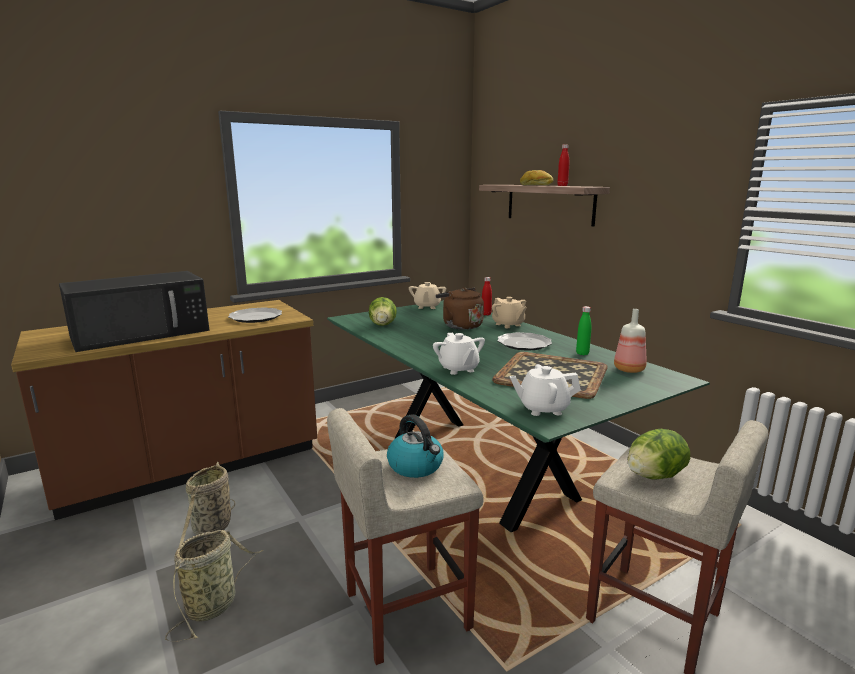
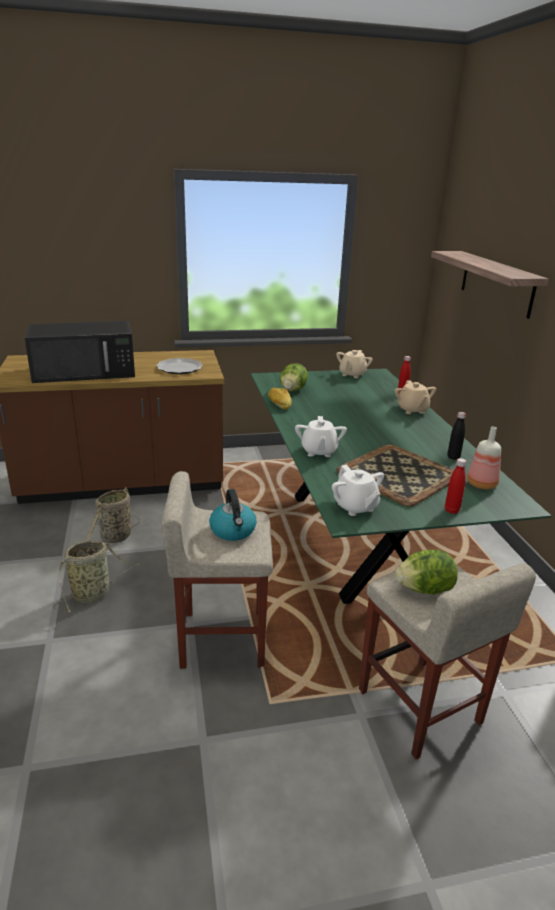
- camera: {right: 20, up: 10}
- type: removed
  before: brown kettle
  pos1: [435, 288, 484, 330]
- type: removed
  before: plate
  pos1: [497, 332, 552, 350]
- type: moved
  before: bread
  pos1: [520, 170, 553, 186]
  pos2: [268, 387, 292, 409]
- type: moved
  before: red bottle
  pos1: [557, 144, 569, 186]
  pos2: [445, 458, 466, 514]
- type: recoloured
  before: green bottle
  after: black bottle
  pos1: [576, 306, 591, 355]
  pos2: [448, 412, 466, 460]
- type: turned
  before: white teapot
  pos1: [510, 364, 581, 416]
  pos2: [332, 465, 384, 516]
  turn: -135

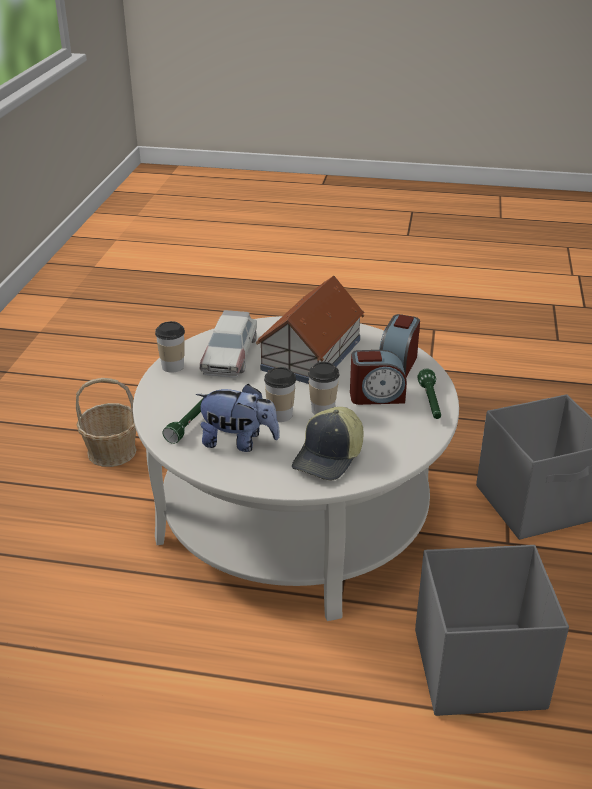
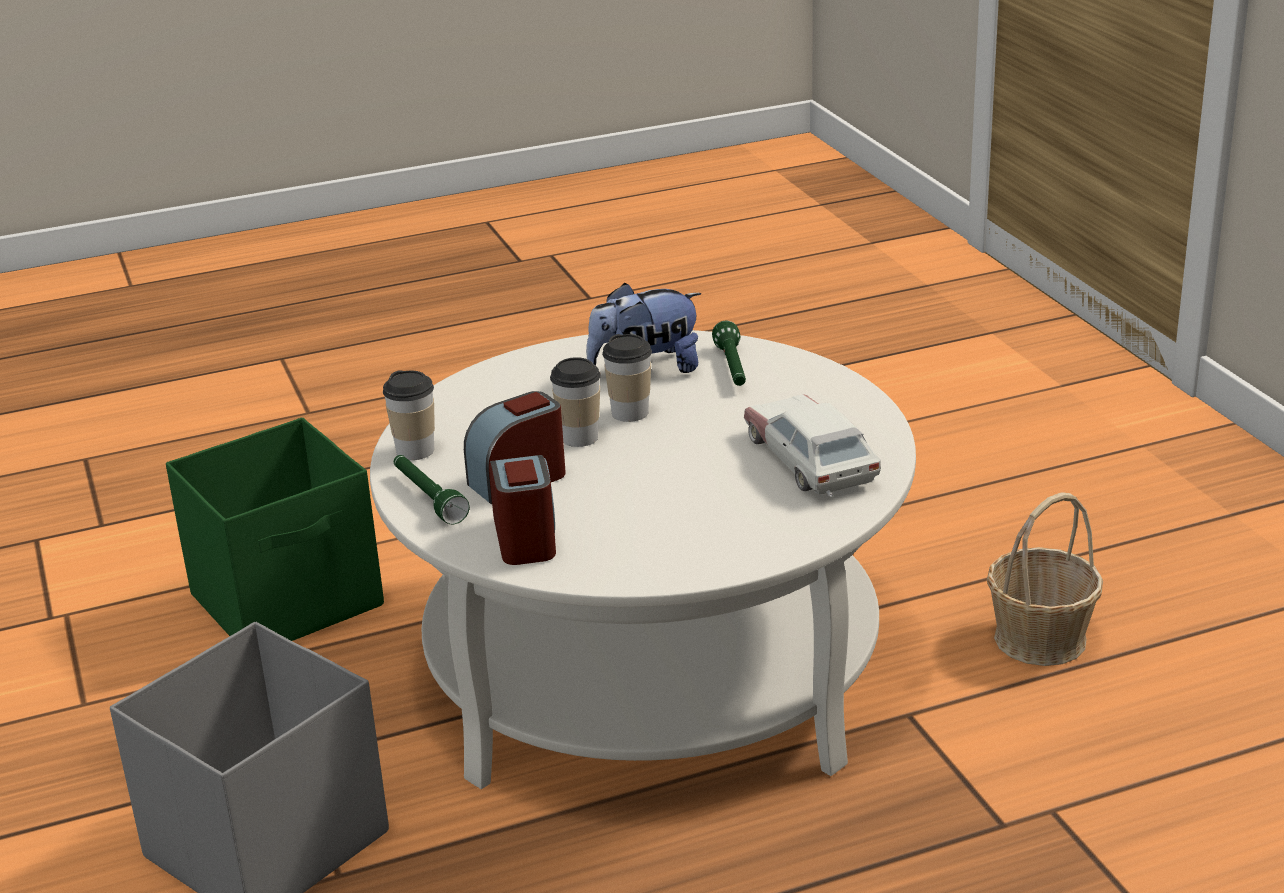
- camera: {right: 150, up: -5}
- type: removed
  before: toy house
  pos1: [256, 276, 364, 384]
- type: removed
  before: cap
  pos1: [292, 407, 363, 481]
- type: moved
  before: cup
  pos1: [155, 321, 185, 373]
  pos2: [383, 370, 435, 460]
- type: recoloured
  before: grey storage box
  after: green storage box
  pos1: [415, 545, 569, 716]
  pos2: [166, 417, 384, 641]

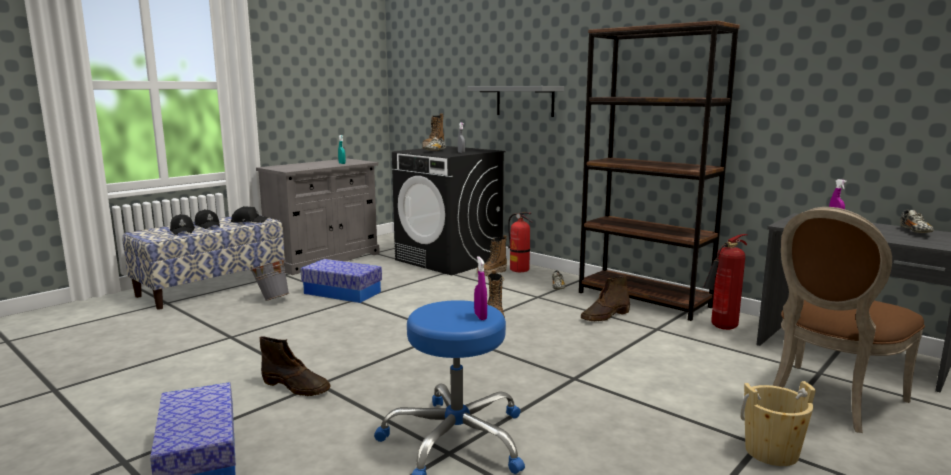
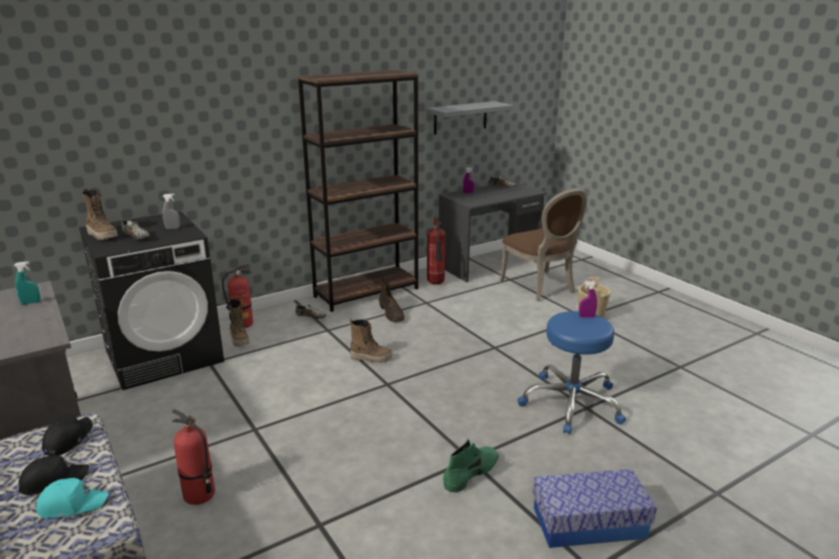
- camera: {right: -75, up: 10}
- type: removed
  before: storage box
  pos1: [300, 259, 382, 303]
- type: moved
  before: grey shelf
  pos1: [467, 86, 564, 117]
  pos2: [426, 101, 514, 135]
- type: replaced
  before: grey bucket
  after: fire extinguisher
  pos1: [250, 259, 289, 301]
  pos2: [172, 409, 215, 505]
- type: recoloured
  before: black cap
  after: turquoise cap
  pos1: [170, 214, 195, 235]
  pos2: [36, 478, 109, 518]
- type: recoloured
  before: brown boot
  after: green boot
  pos1: [260, 336, 330, 396]
  pos2: [443, 439, 499, 492]

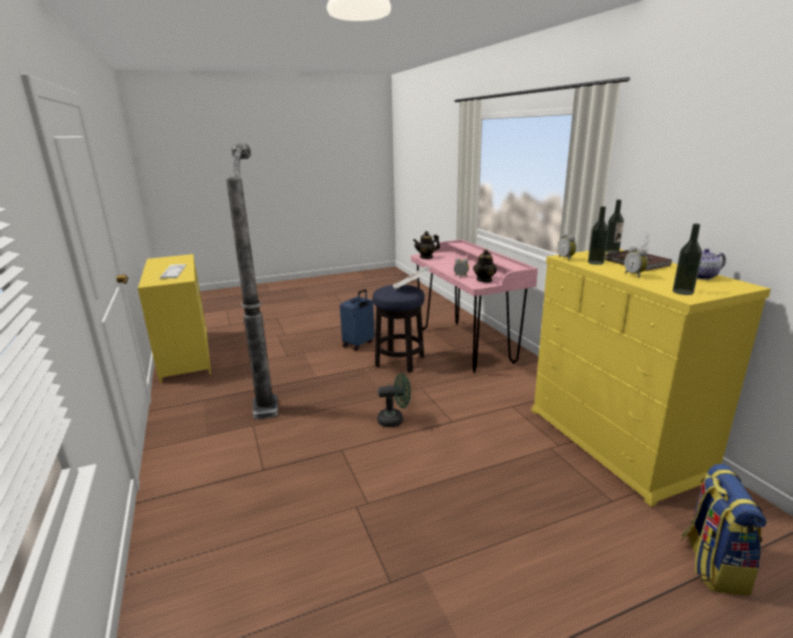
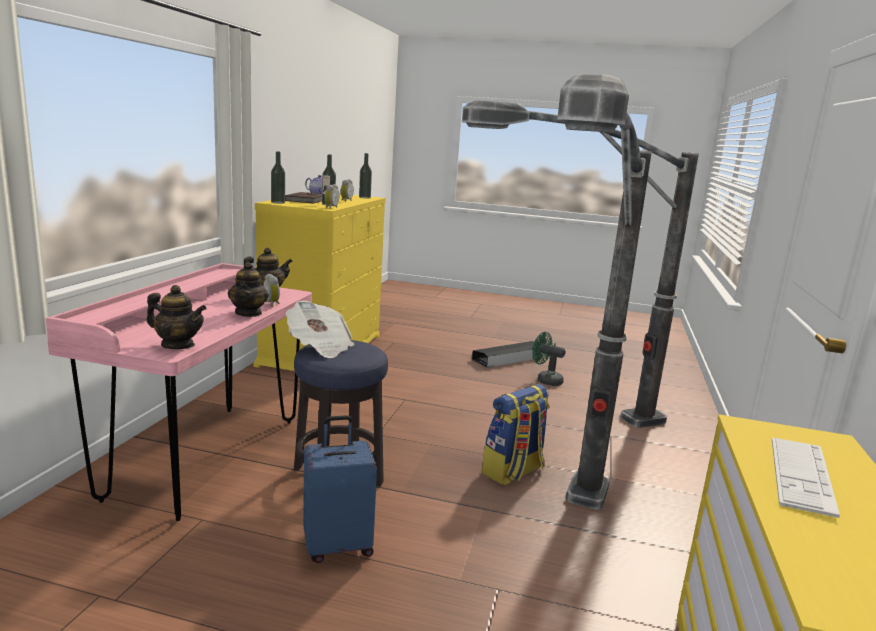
- camera: {right: -145, up: -5}
- type: added
  after: teapot
  pos2: [228, 262, 269, 317]
- type: added
  after: floor lamp
  pos2: [462, 100, 699, 428]
- type: added
  after: black storage box
  pos2: [472, 341, 544, 368]
- type: moved
  before: green fan
  pos1: [377, 373, 411, 427]
  pos2: [532, 332, 566, 386]
- type: moved
  before: backpack
  pos1: [680, 464, 767, 596]
  pos2: [482, 384, 550, 485]

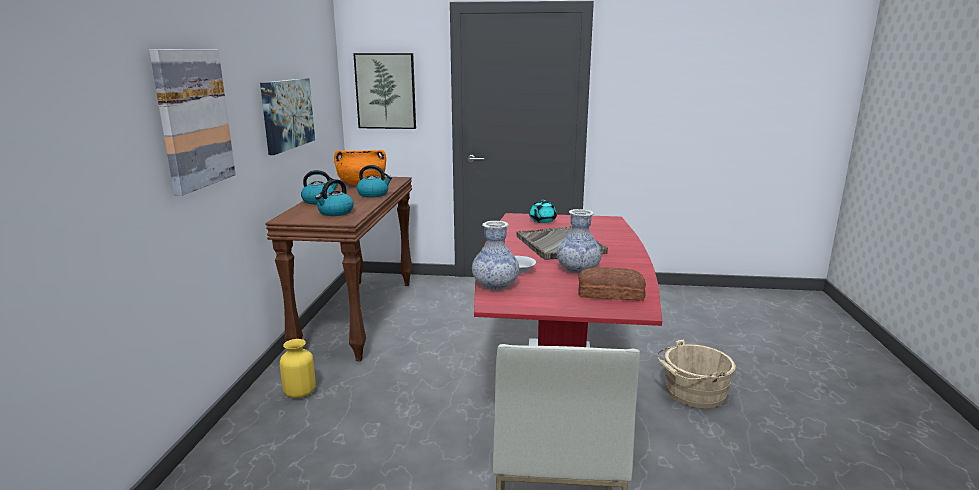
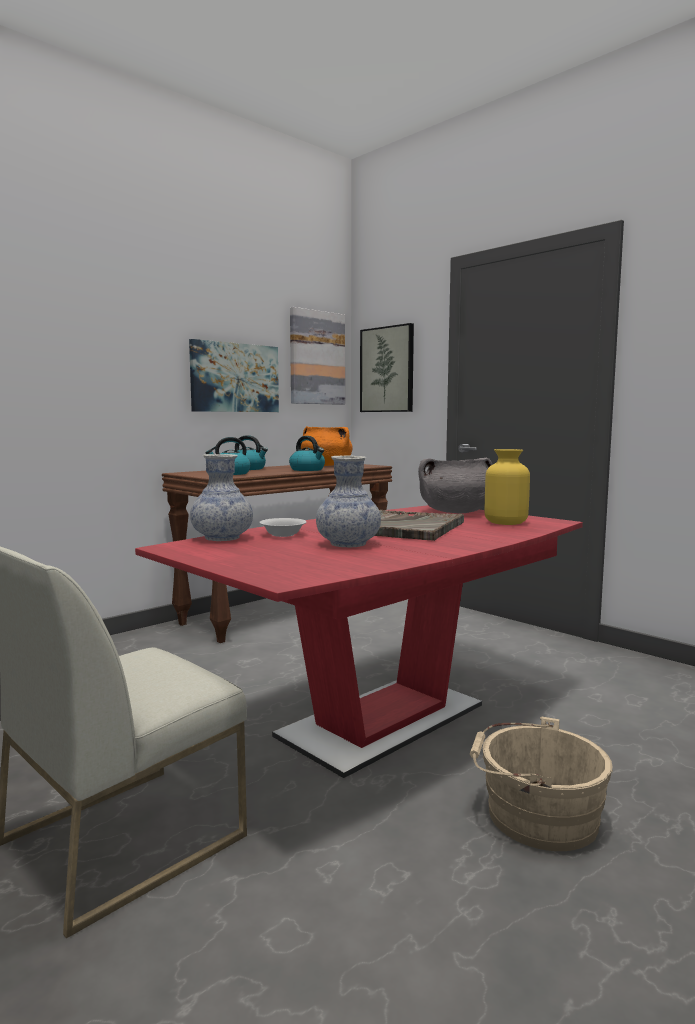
- camera: {right: 40, up: -10}
- type: removed
  before: bread
  pos1: [578, 267, 646, 301]
- type: moved
  before: picture
  pos1: [149, 49, 236, 196]
  pos2: [290, 307, 345, 405]
- type: moved
  before: yellow vase
  pos1: [280, 339, 316, 398]
  pos2: [485, 449, 530, 525]
- type: replaced
  before: turquoise teapot
  after: grey cooking pot
  pos1: [529, 200, 557, 223]
  pos2: [418, 458, 492, 513]

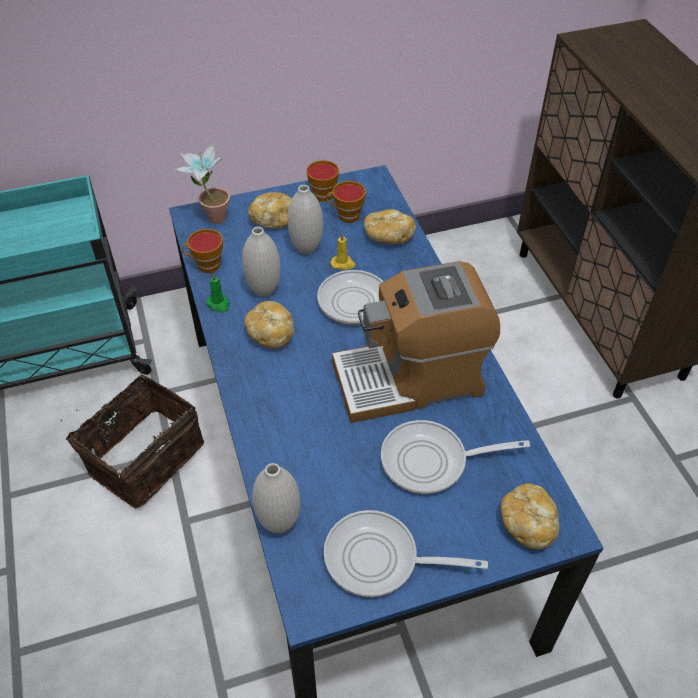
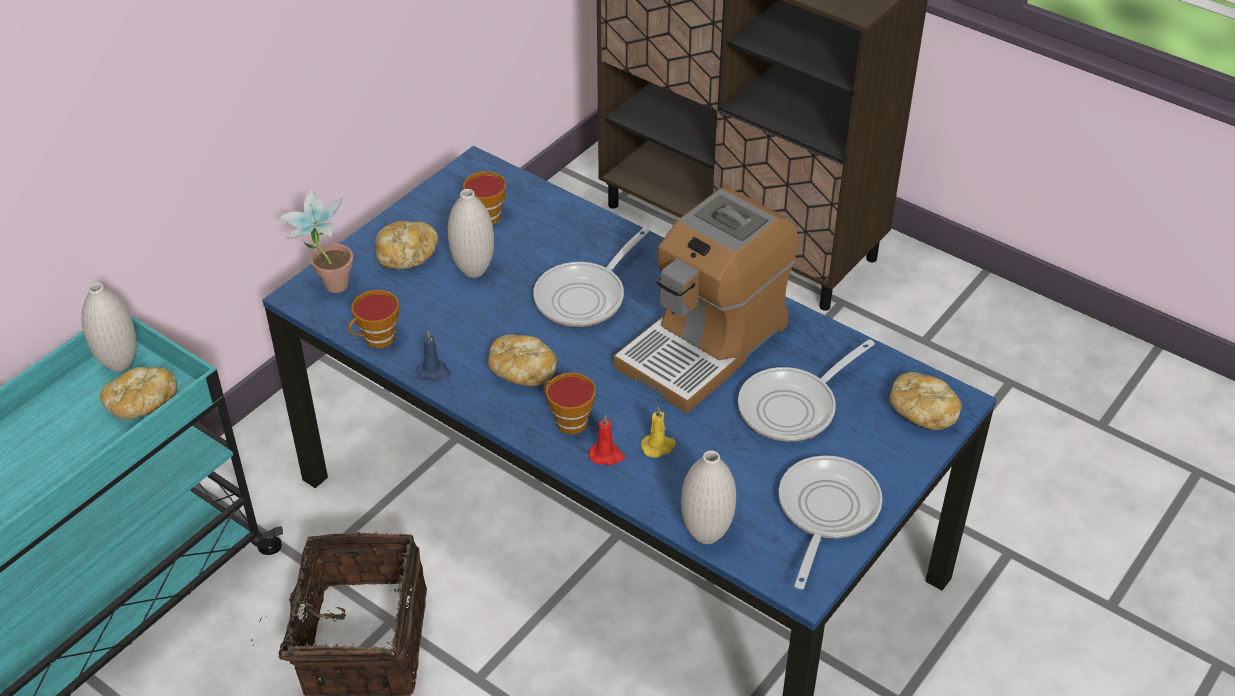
- camera: {right: -35, up: -5}
- type: added
  after: red candle
  pos2: [588, 415, 625, 465]
- type: moved
  before: white vase
  pos1: [242, 227, 280, 297]
  pos2: [81, 283, 137, 372]
- type: moved
  before: cup
  pos1: [307, 160, 339, 201]
  pos2: [543, 373, 596, 434]
- type: moved
  before: yellow candle
  pos1: [331, 233, 356, 270]
  pos2: [641, 406, 676, 458]
- type: moved
  before: bread
  pos1: [364, 209, 416, 244]
  pos2: [100, 367, 177, 419]
- type: recoloured
  before: green candle
  after: blue candle
  pos1: [206, 273, 230, 313]
  pos2: [417, 331, 451, 381]
- type: turned
  before: frying pan
  pos1: [324, 510, 488, 597]
  pos2: [779, 455, 883, 589]
  turn: 135

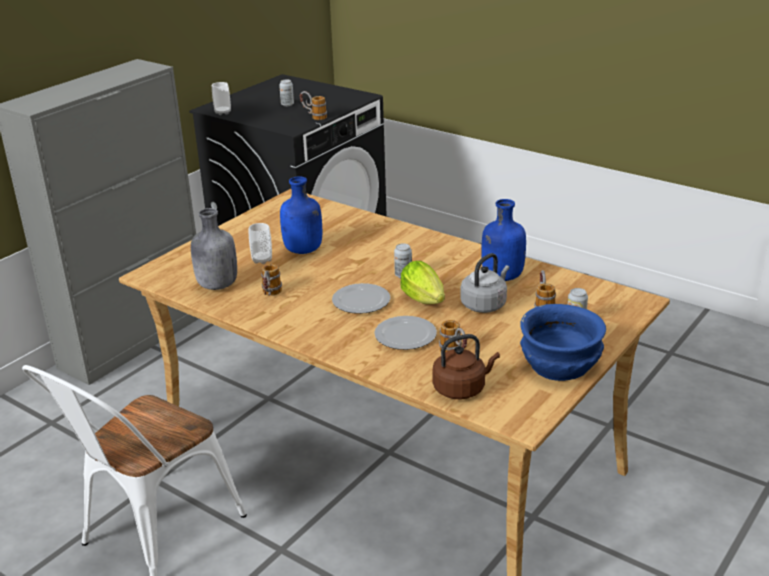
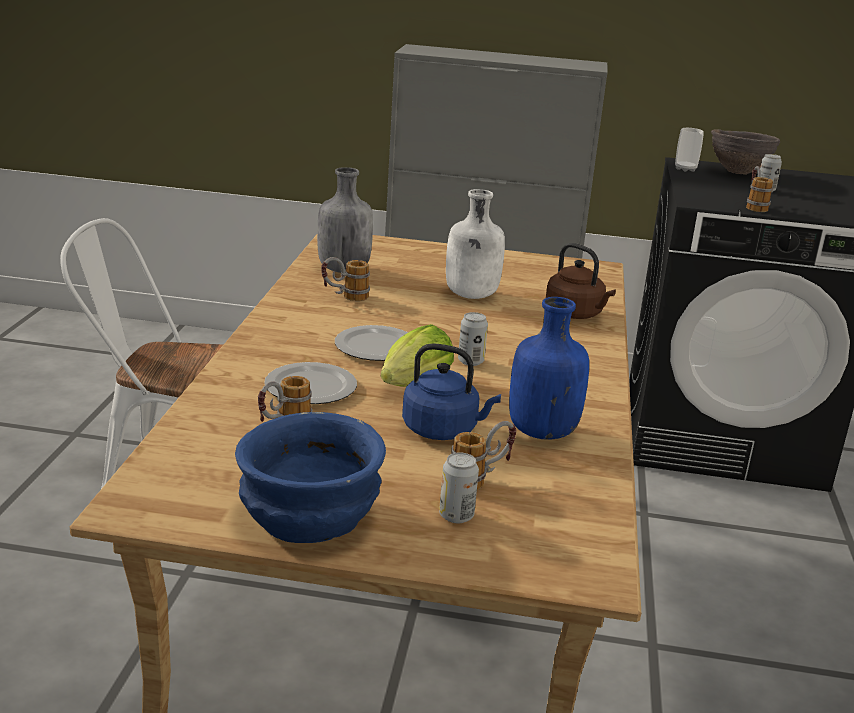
- camera: {right: 60, up: -5}
- type: removed
  before: cup
  pos1: [249, 223, 272, 264]
- type: added
  after: brown bowl
  pos2: [711, 129, 780, 175]
- type: moved
  before: brown kettle
  pos1: [432, 334, 500, 399]
  pos2: [546, 243, 616, 319]
- type: recoloured
  before: blue bottle
  after: white bottle
  pos1: [280, 176, 322, 254]
  pos2: [446, 189, 505, 299]
- type: recoloured
  before: grey kettle
  after: blue kettle
  pos1: [460, 253, 509, 313]
  pos2: [402, 343, 501, 440]

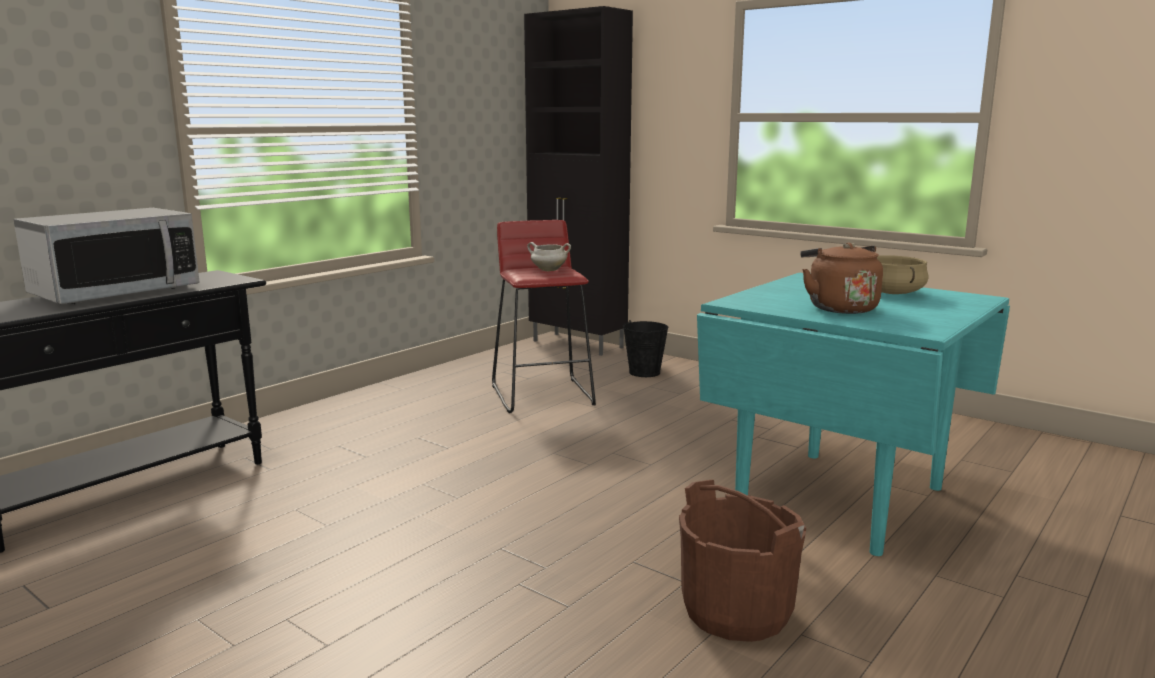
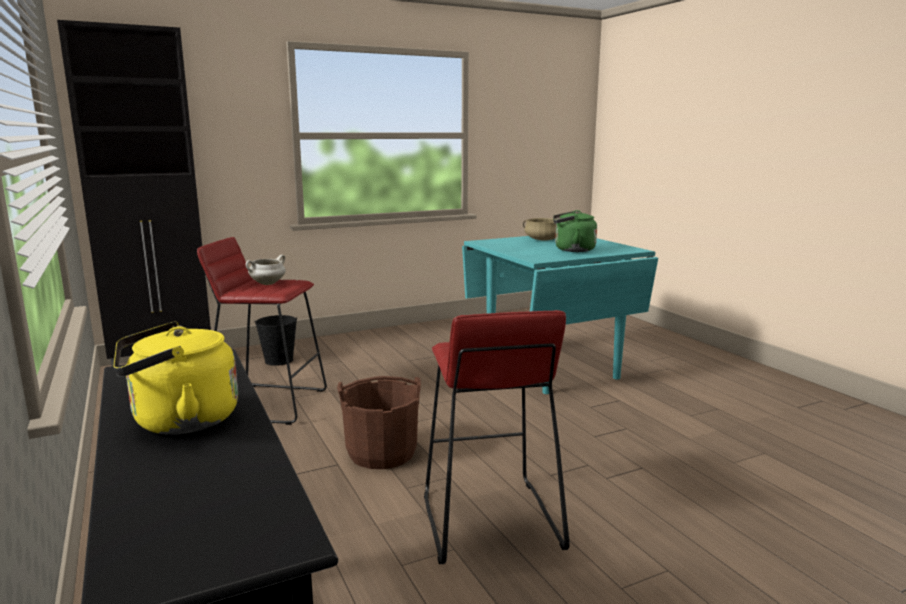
- camera: {right: -65, up: 0}
- type: added
  after: red stool
  pos2: [424, 310, 570, 564]
- type: moved
  before: brown bucket
  pos1: [679, 479, 806, 642]
  pos2: [337, 376, 421, 469]
- type: replaced
  before: microwave
  after: yellow kettle
  pos1: [13, 208, 200, 304]
  pos2: [113, 321, 238, 435]
- type: recoloured
  before: brown kettle
  after: green kettle
  pos1: [800, 243, 883, 314]
  pos2: [553, 210, 597, 252]

